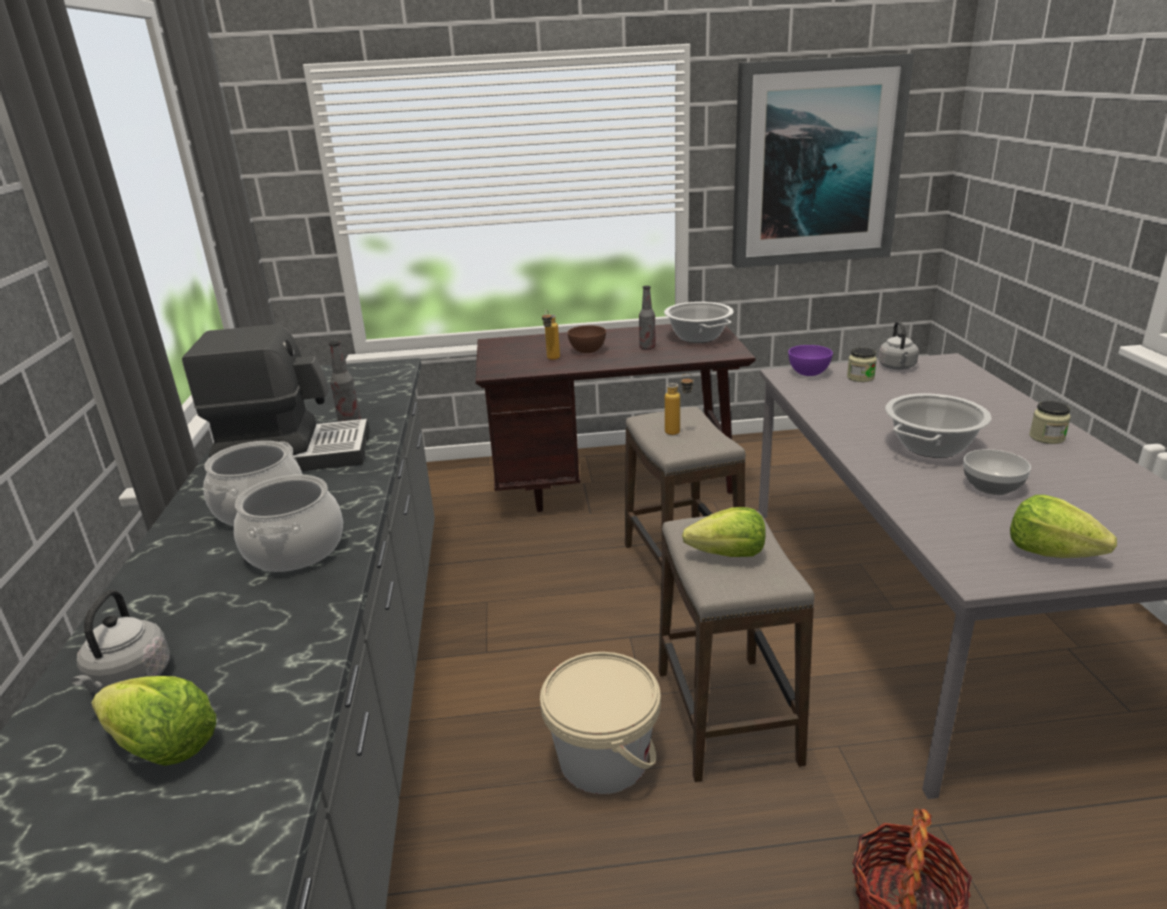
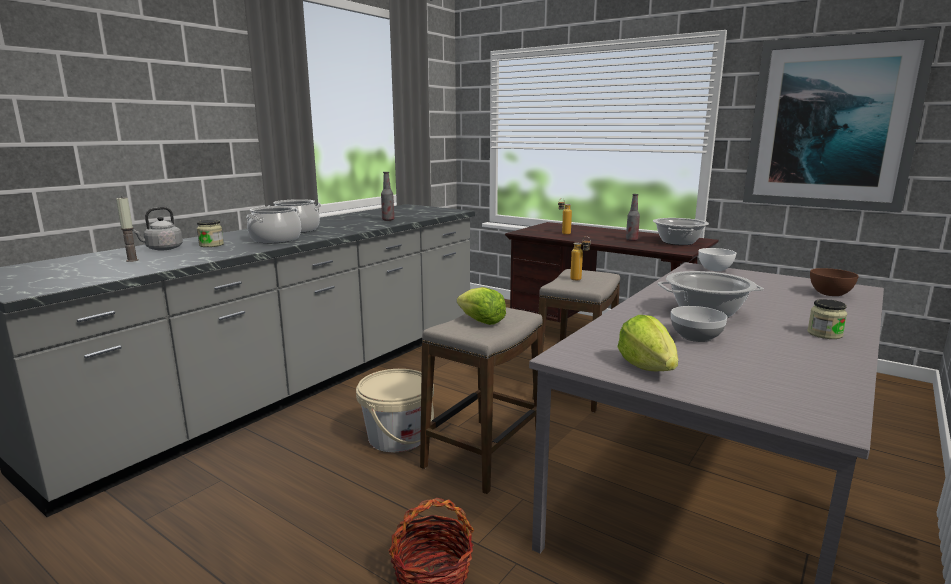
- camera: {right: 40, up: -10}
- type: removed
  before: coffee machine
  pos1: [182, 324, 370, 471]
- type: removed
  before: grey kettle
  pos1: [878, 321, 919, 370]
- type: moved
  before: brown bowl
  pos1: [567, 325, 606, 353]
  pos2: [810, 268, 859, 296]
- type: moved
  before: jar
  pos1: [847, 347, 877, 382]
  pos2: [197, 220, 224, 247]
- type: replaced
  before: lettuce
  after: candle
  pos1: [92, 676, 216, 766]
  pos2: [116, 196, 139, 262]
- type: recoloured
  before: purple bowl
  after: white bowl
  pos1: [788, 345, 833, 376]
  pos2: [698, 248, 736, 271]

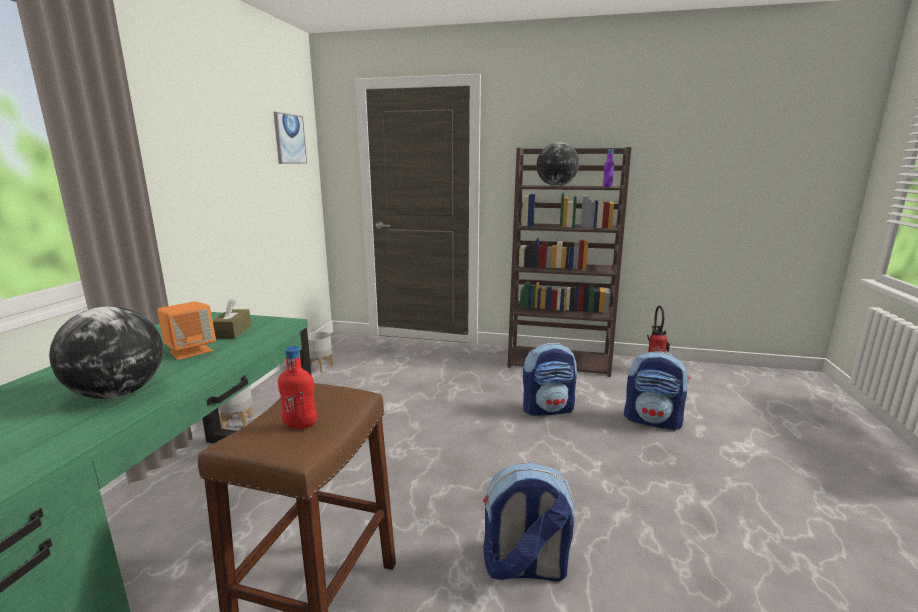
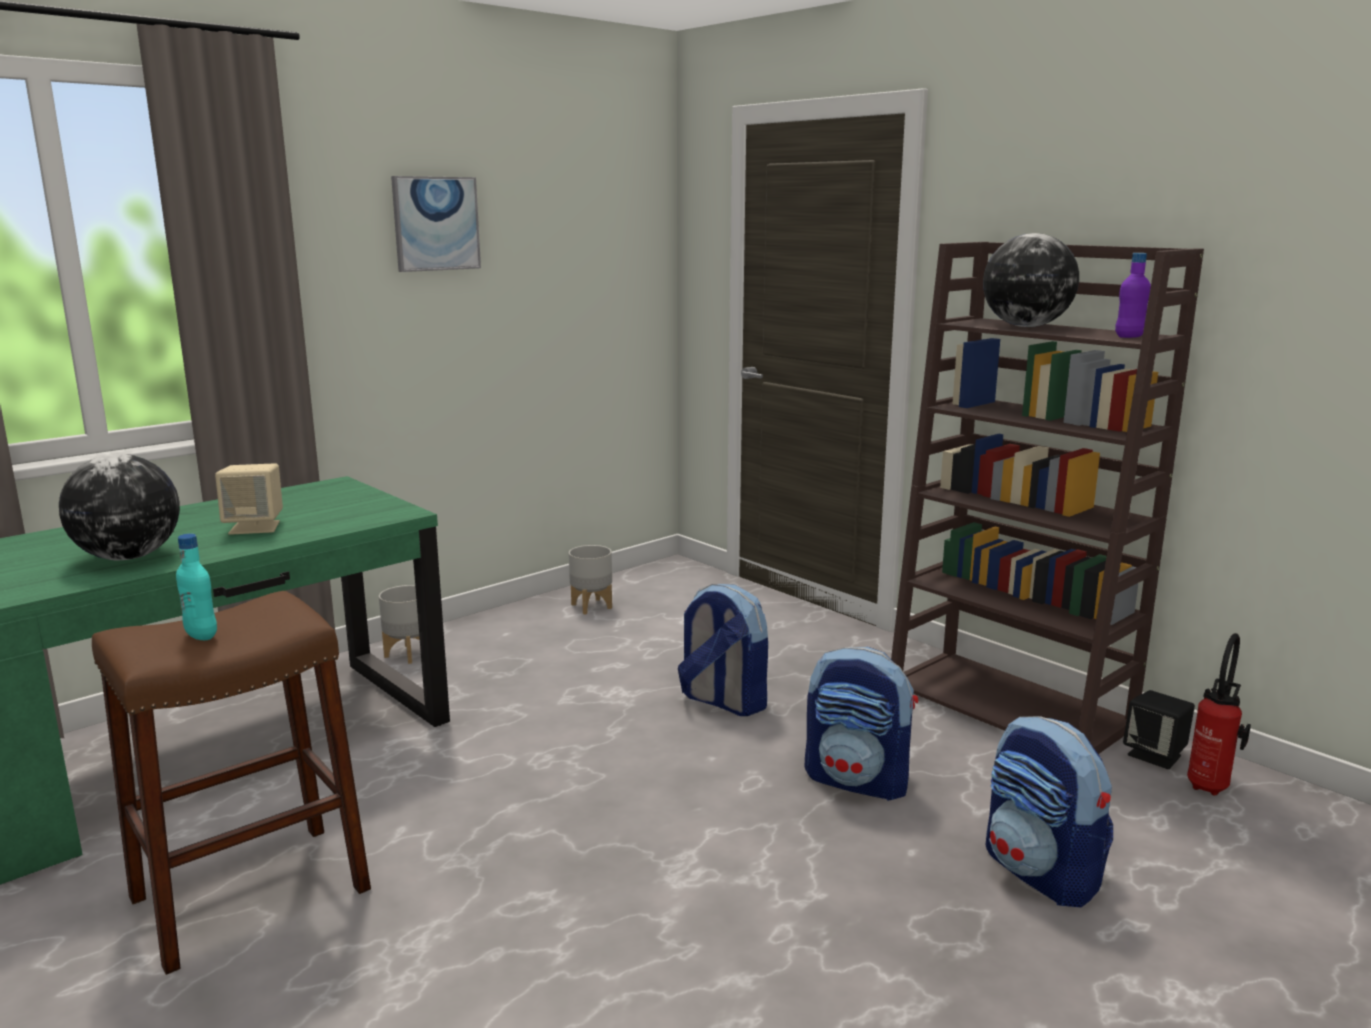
- camera: {right: 35, up: 0}
- type: removed
  before: brown tissue box
  pos1: [213, 299, 251, 339]
- type: added
  after: black speaker
  pos2: [1123, 690, 1195, 769]
- type: moved
  before: picture
  pos1: [273, 112, 307, 164]
  pos2: [391, 176, 481, 272]
- type: moved
  before: backpack
  pos1: [483, 463, 574, 582]
  pos2: [678, 584, 768, 716]
- type: recoloured
  before: orange speaker
  after: beige speaker
  pos1: [157, 302, 216, 360]
  pos2: [215, 463, 283, 535]
- type: recoloured
  before: red bottle
  after: turquoise bottle
  pos1: [278, 346, 317, 429]
  pos2: [176, 534, 217, 640]

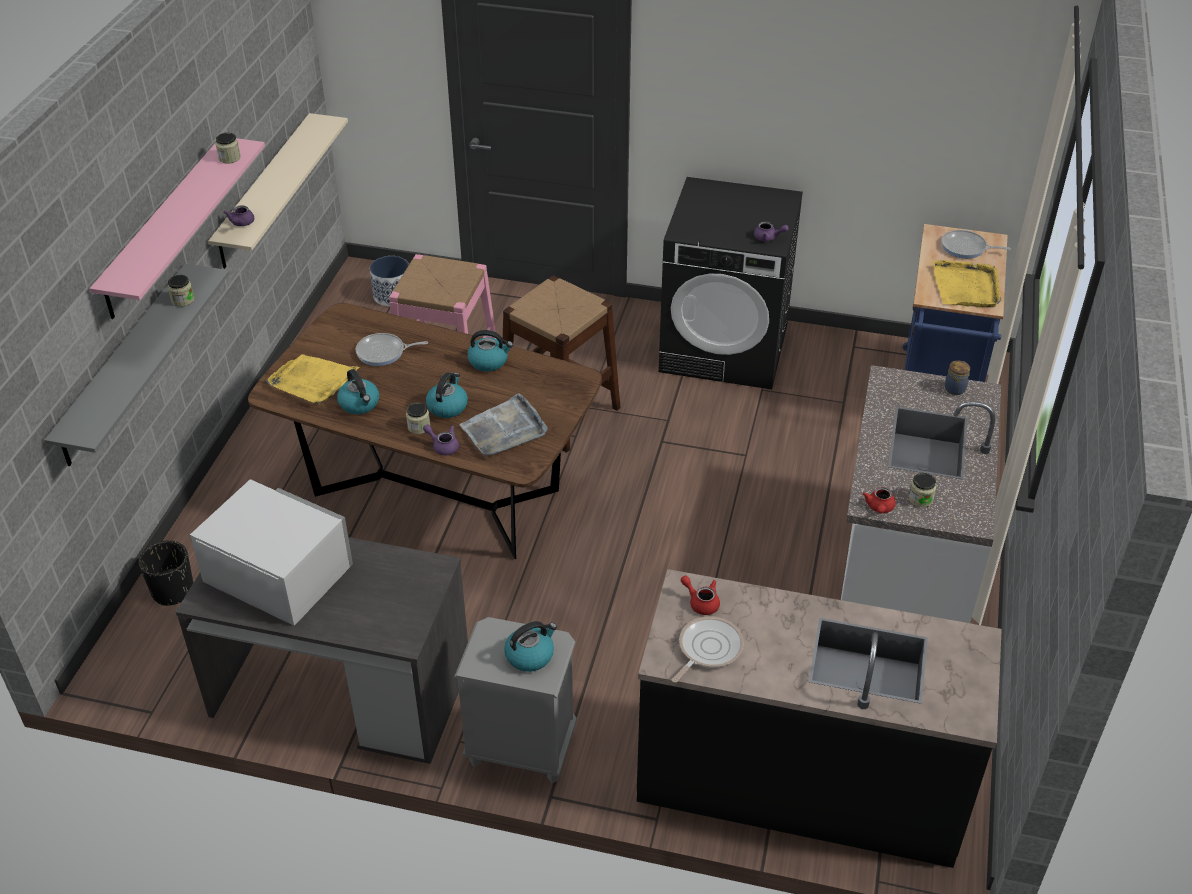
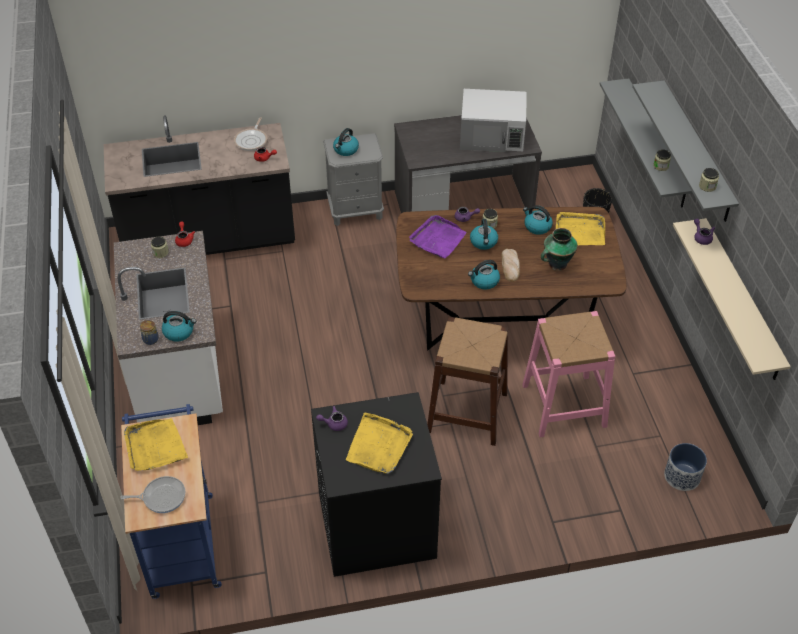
- camera: {right: 155, up: 5}
- type: added
  after: kettle
  pos2: [162, 311, 196, 342]
- type: added
  after: yellow tray
  pos2: [346, 413, 413, 474]
- type: added
  after: bread
  pos2: [501, 249, 520, 282]
- type: replaced
  before: frying pan
  after: vase
  pos1: [356, 333, 428, 366]
  pos2: [541, 228, 578, 271]
- type: recoloured
  before: pink shelf
  after: grey shelf
  pos1: [90, 138, 265, 319]
  pos2: [632, 81, 739, 222]
- type: recoloured
  before: grey tray
  after: purple tray
  pos1: [459, 393, 548, 457]
  pos2: [409, 215, 467, 258]

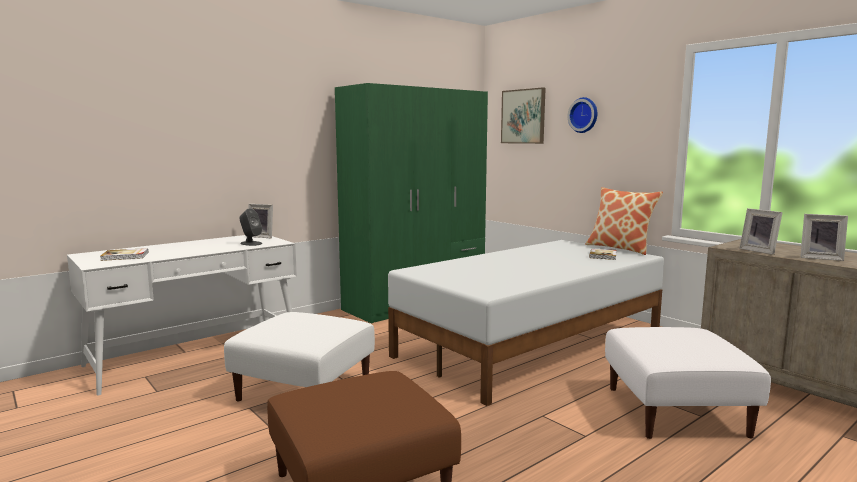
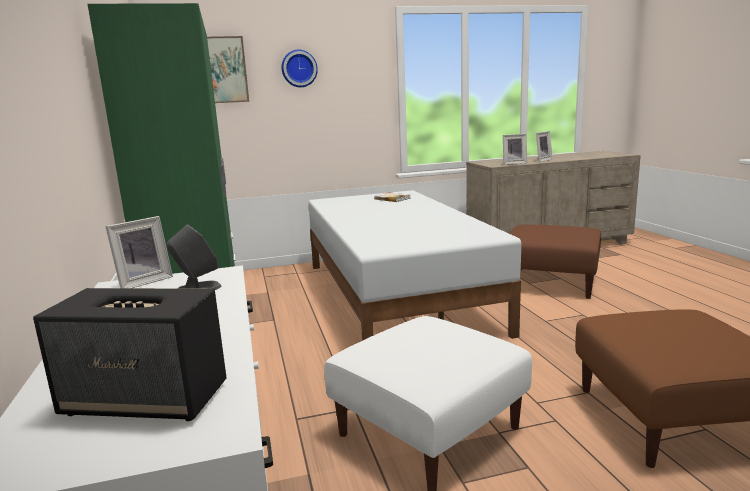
- camera: {right: -65, up: 5}
- type: removed
  before: pillow
  pos1: [585, 187, 663, 255]
- type: replaced
  before: book
  after: speaker
  pos1: [100, 248, 148, 261]
  pos2: [33, 288, 226, 421]
- type: recoloured
  before: white ottoman
  after: brown ottoman
  pos1: [605, 327, 771, 439]
  pos2: [509, 225, 601, 299]

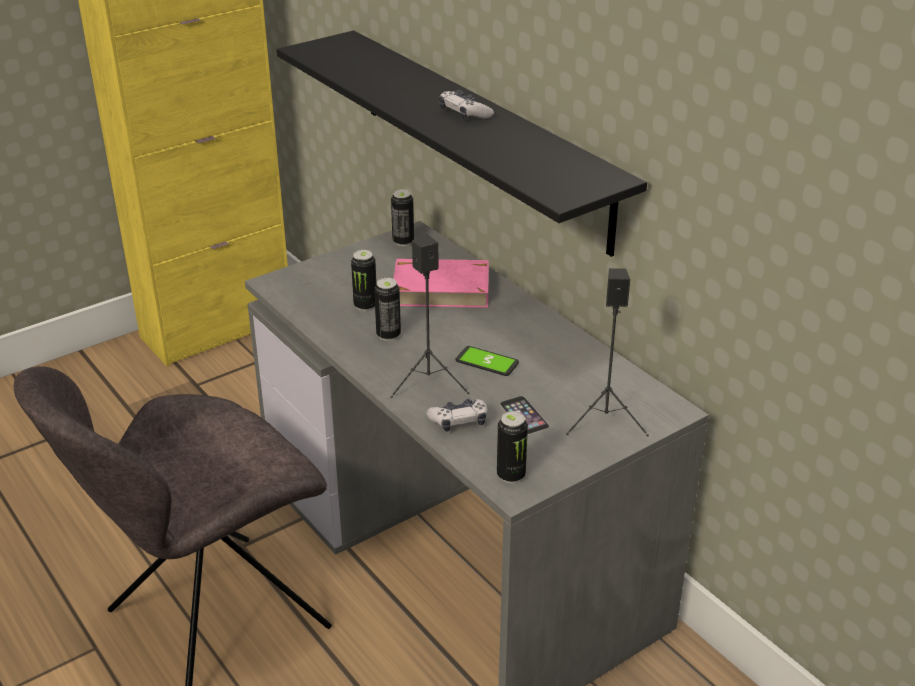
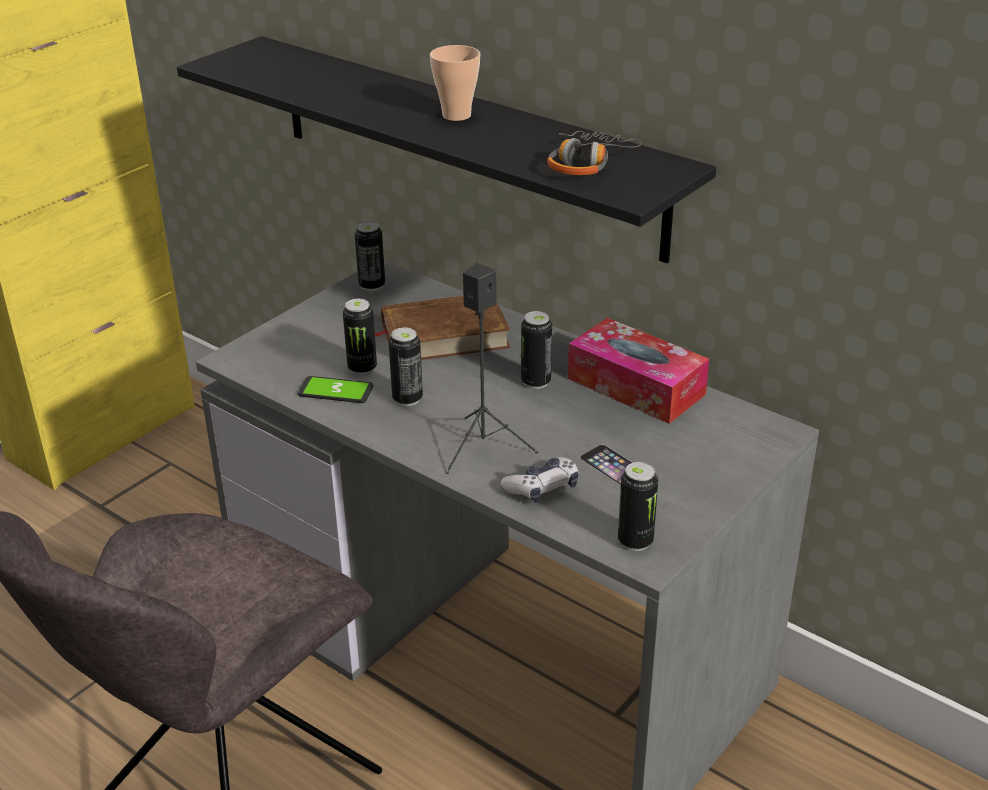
- camera: {right: -15, up: 0}
- type: removed
  before: black speaker
  pos1: [566, 268, 649, 436]
- type: added
  after: can
  pos2: [521, 311, 552, 389]
- type: added
  after: headphones
  pos2: [547, 131, 641, 175]
- type: added
  after: tissue box
  pos2: [568, 318, 709, 424]
- type: moved
  before: phone
  pos1: [455, 346, 519, 376]
  pos2: [298, 376, 374, 403]
- type: replaced
  before: game controller
  after: cup
  pos1: [439, 90, 494, 119]
  pos2: [430, 45, 480, 121]
- type: recoloured
  before: pink book
  after: brown book
  pos1: [393, 259, 489, 308]
  pos2: [375, 296, 510, 360]

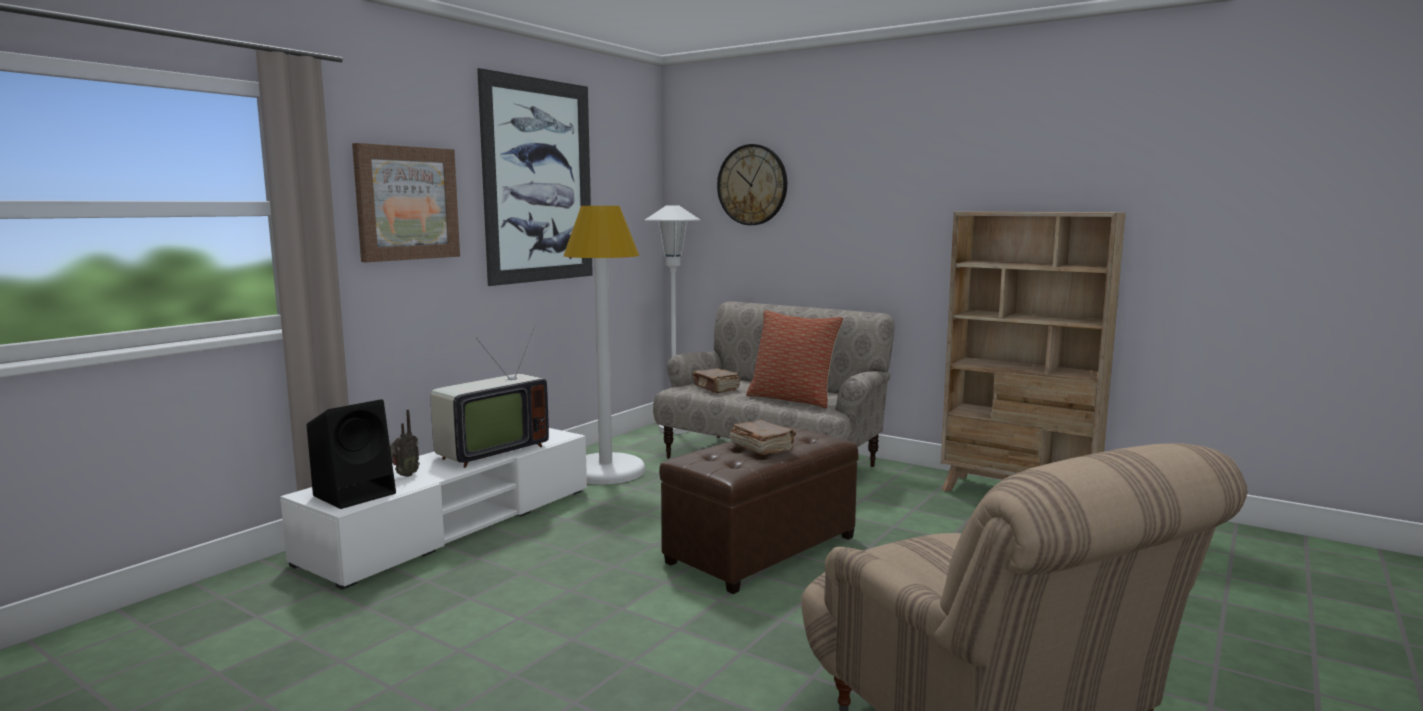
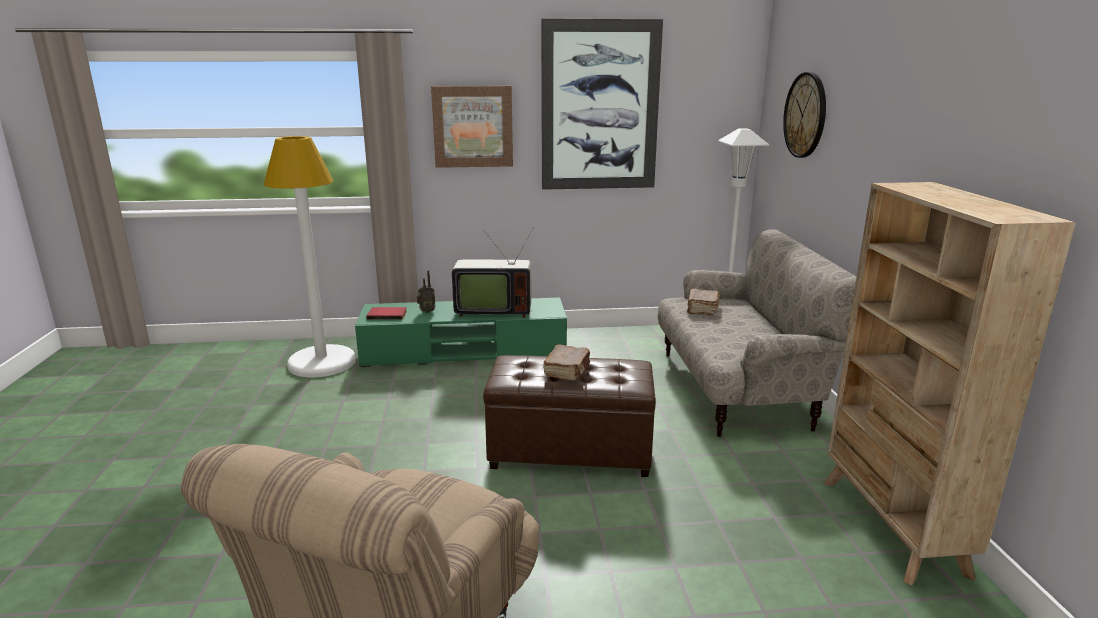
- camera: {right: 50, up: 10}
- type: removed
  before: pillow
  pos1: [746, 310, 844, 408]
- type: moved
  before: white floor lamp
  pos1: [564, 206, 645, 484]
  pos2: [264, 136, 356, 377]
- type: replaced
  before: black speaker
  after: red book
  pos1: [307, 399, 396, 509]
  pos2: [366, 307, 407, 320]
- type: recoloured
  before: white tv stand
  after: green tv stand
  pos1: [280, 428, 587, 590]
  pos2: [355, 297, 567, 367]

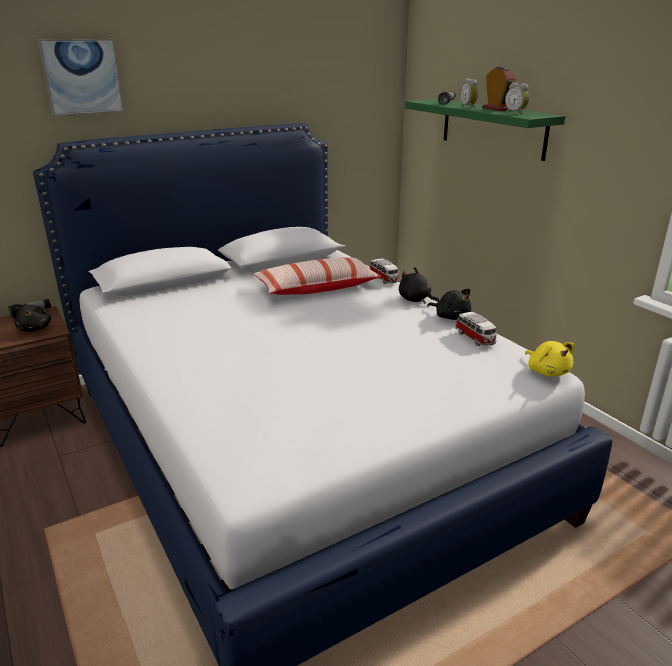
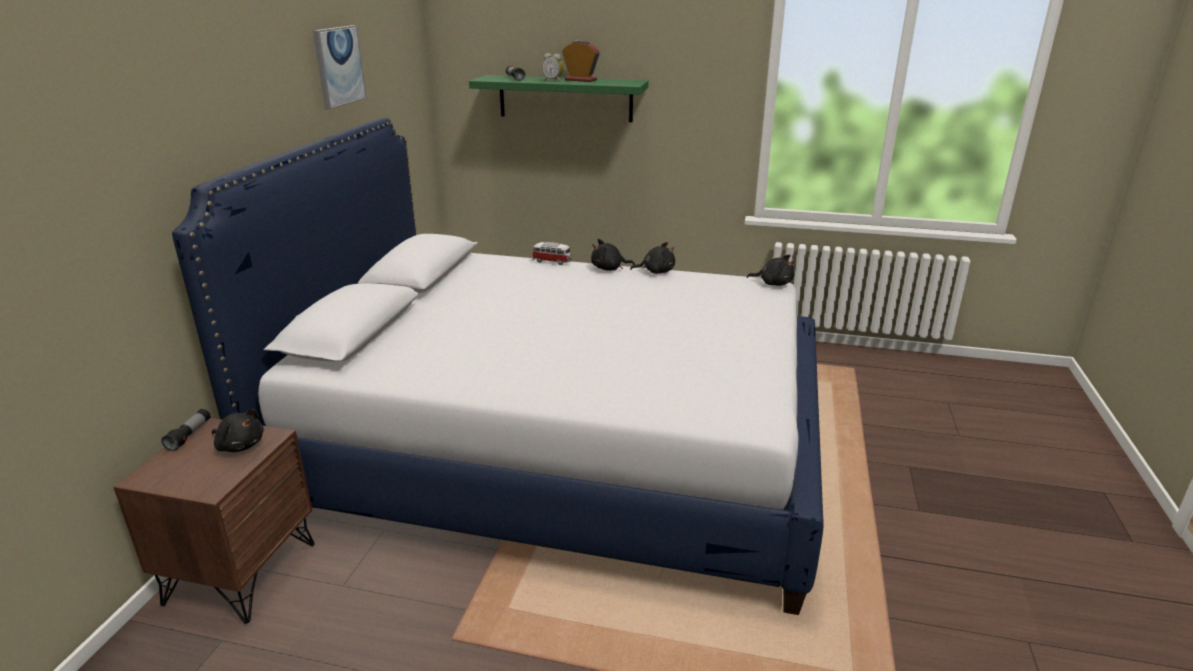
- camera: {right: -45, up: 0}
- type: removed
  before: pillow
  pos1: [254, 257, 381, 295]
- type: removed
  before: toy car
  pos1: [455, 312, 497, 346]
- type: removed
  before: alarm clock
  pos1: [505, 82, 529, 115]
- type: moved
  before: picture
  pos1: [38, 39, 124, 116]
  pos2: [313, 25, 367, 109]
- type: recoloured
  before: yellow plush toy
  after: black plush toy
  pos1: [525, 341, 574, 377]
  pos2: [747, 254, 795, 286]

